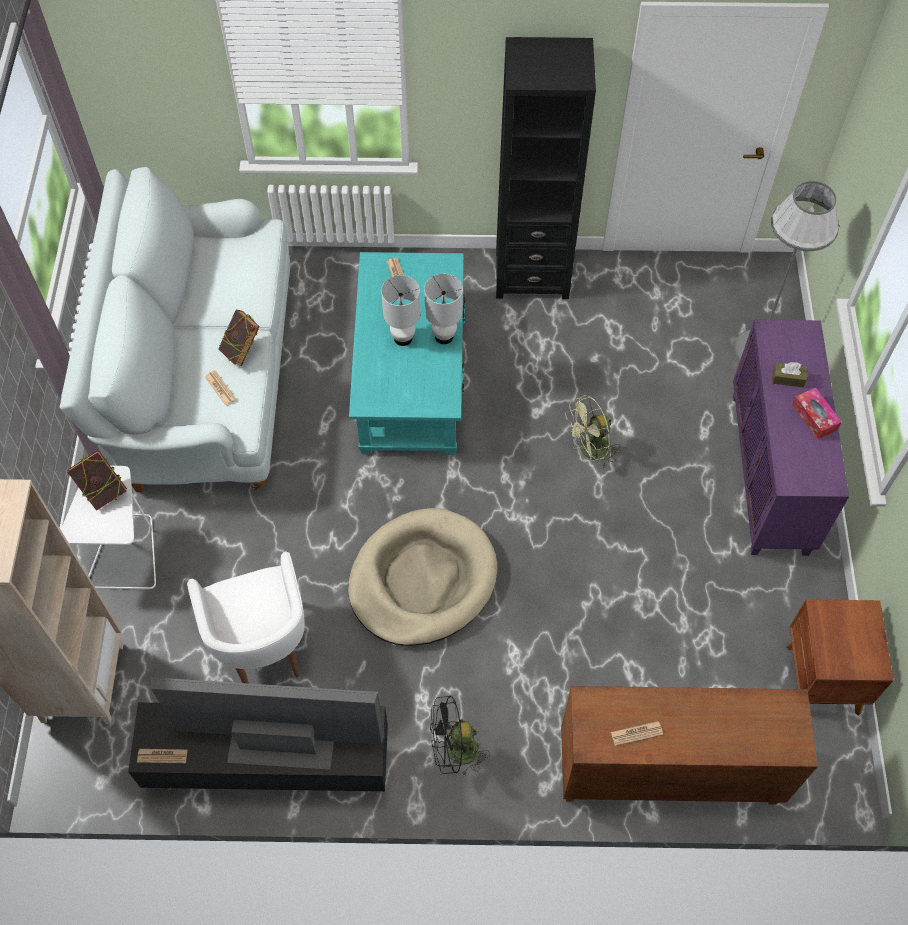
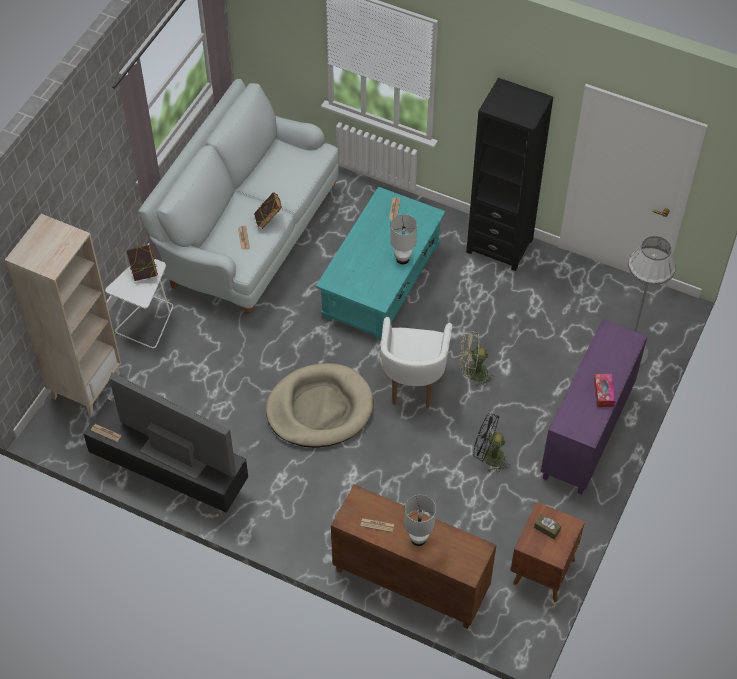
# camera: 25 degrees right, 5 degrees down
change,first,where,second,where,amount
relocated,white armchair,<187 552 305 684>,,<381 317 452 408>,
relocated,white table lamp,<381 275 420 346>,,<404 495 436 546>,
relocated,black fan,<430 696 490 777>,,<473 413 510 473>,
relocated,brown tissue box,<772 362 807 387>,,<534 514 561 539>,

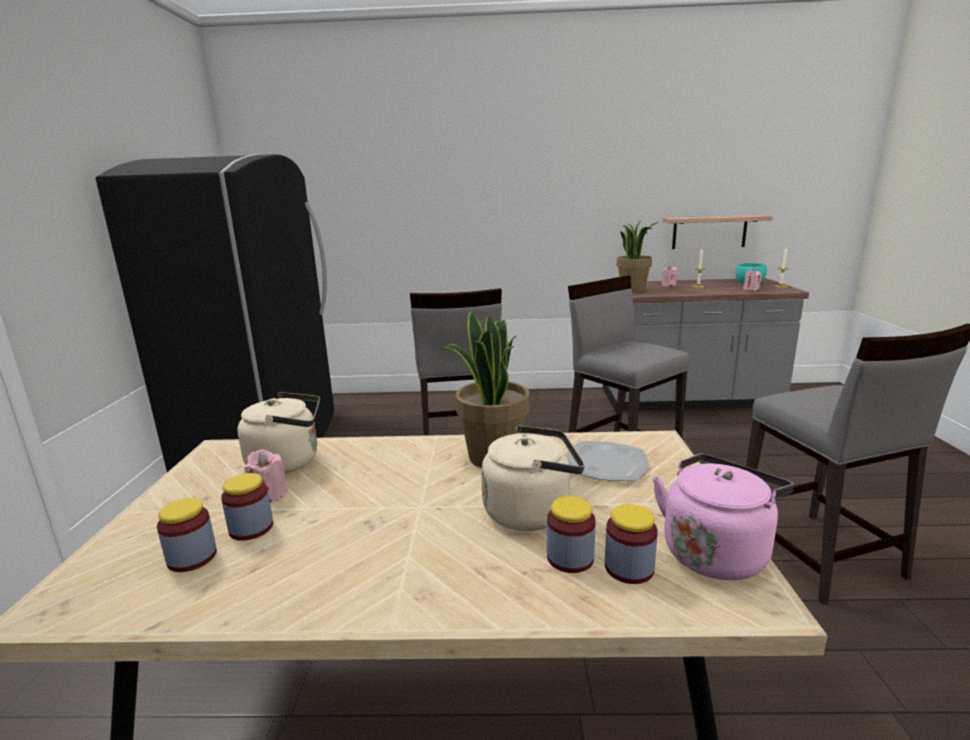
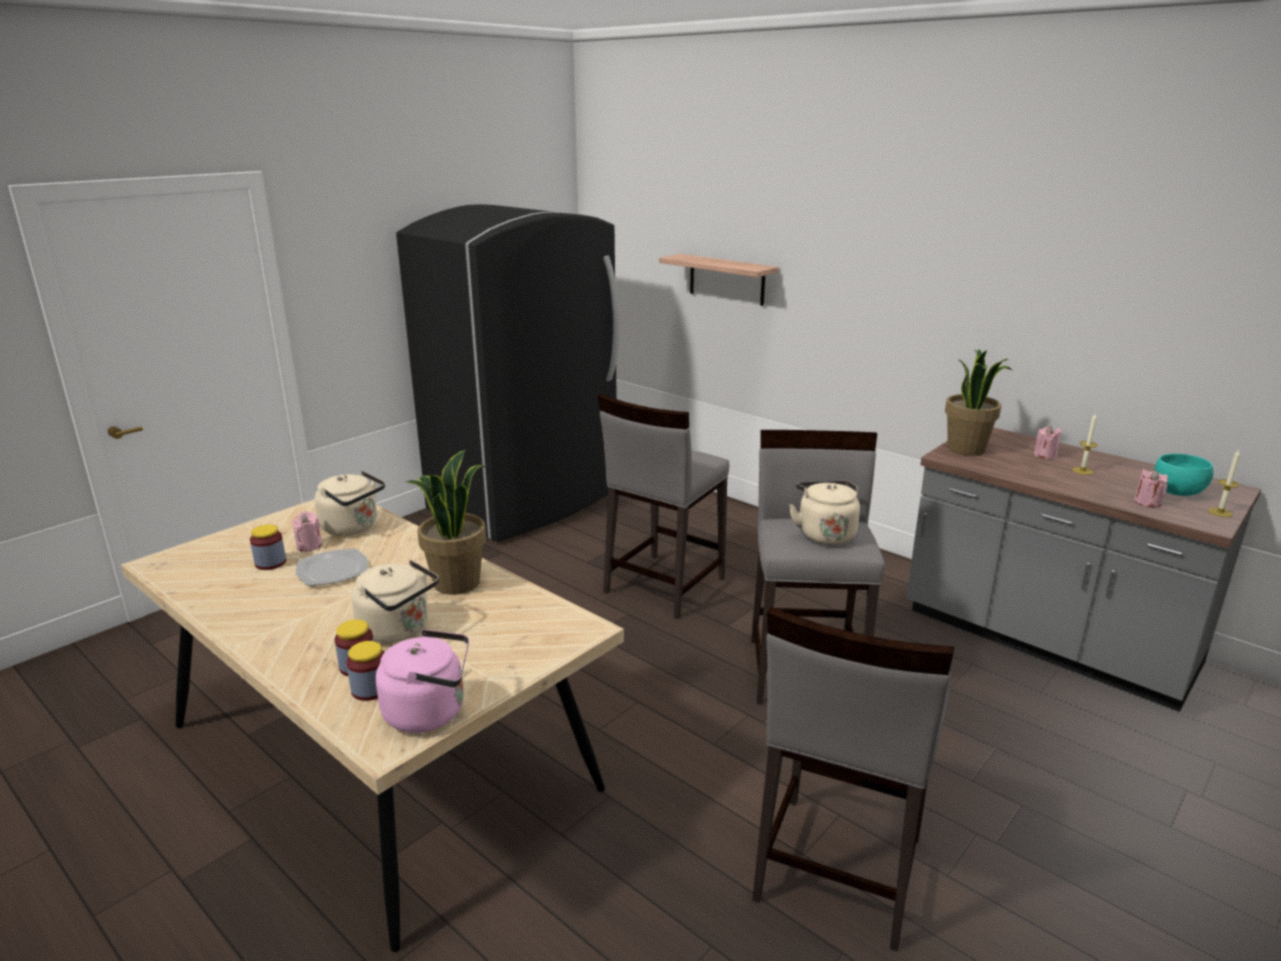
# camera: 40 degrees right, 5 degrees up
change,first,where,second,where,amount
missing,jar,<157 498 217 572>,,,
appeared,,,beige kettle,<789 481 860 545>,
relocated,plate,<565 441 648 481>,,<296 548 368 586>,
relocated,shelf,<663 215 773 249>,,<659 254 779 306>,

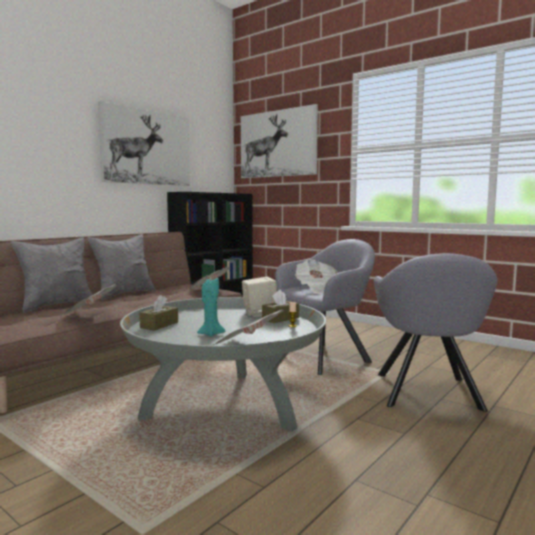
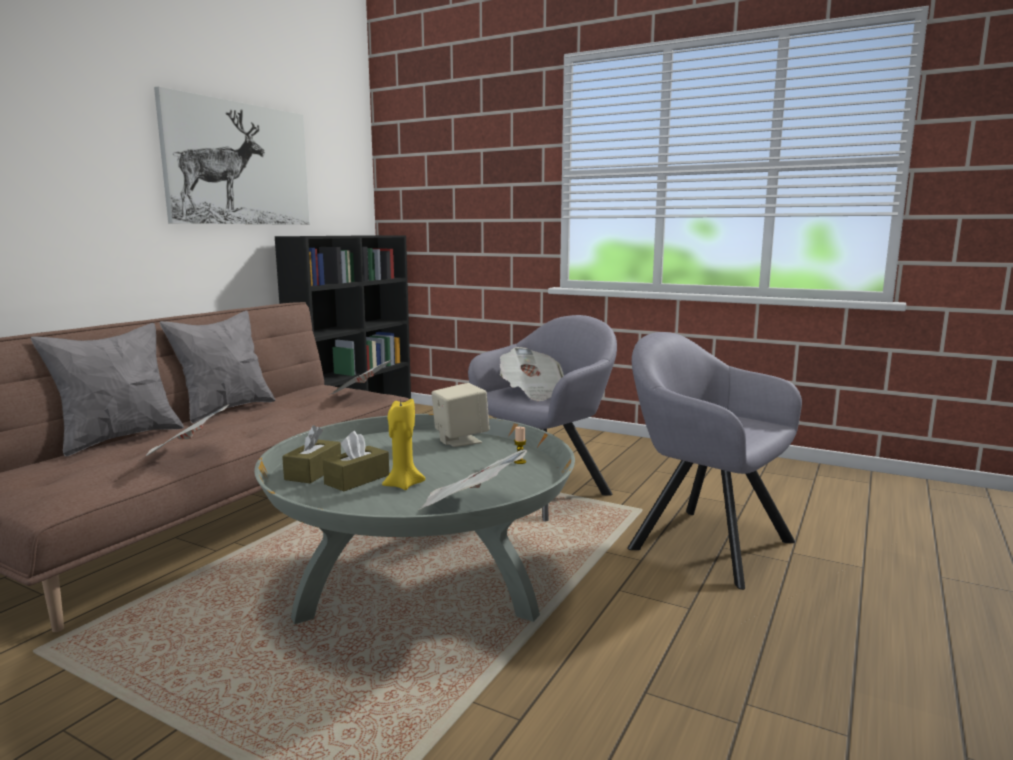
# camera: 10 degrees left, 5 degrees up
change,first,where,second,where,amount
missing,picture,<241 104 318 178>,,,
relocated,brown tissue box,<262 290 299 323>,,<323 431 389 491>,
colour,turquoise candle,<197 278 225 337>,yellow candle,<382 398 425 490>,
spun,grey armchair,<374 253 498 412>,,<627 332 802 590>,135 degrees clockwise

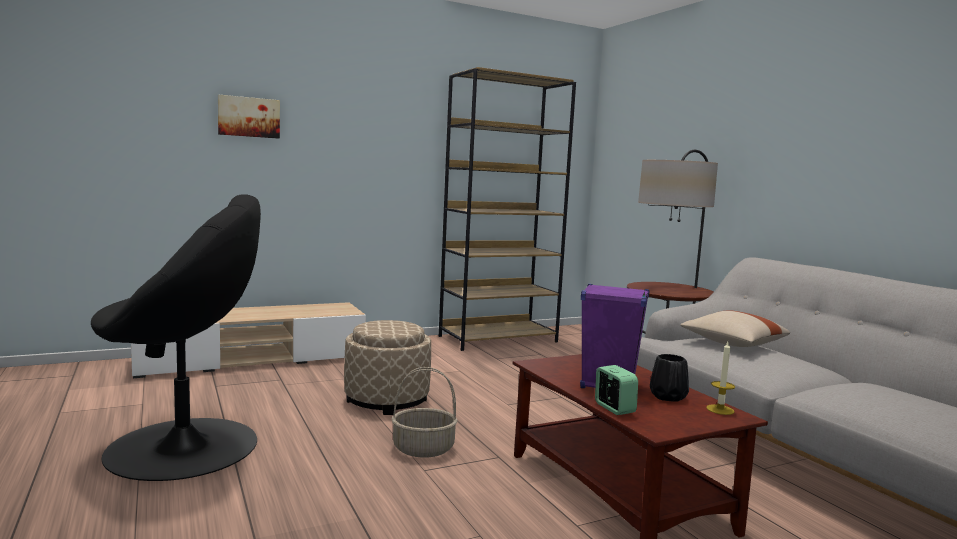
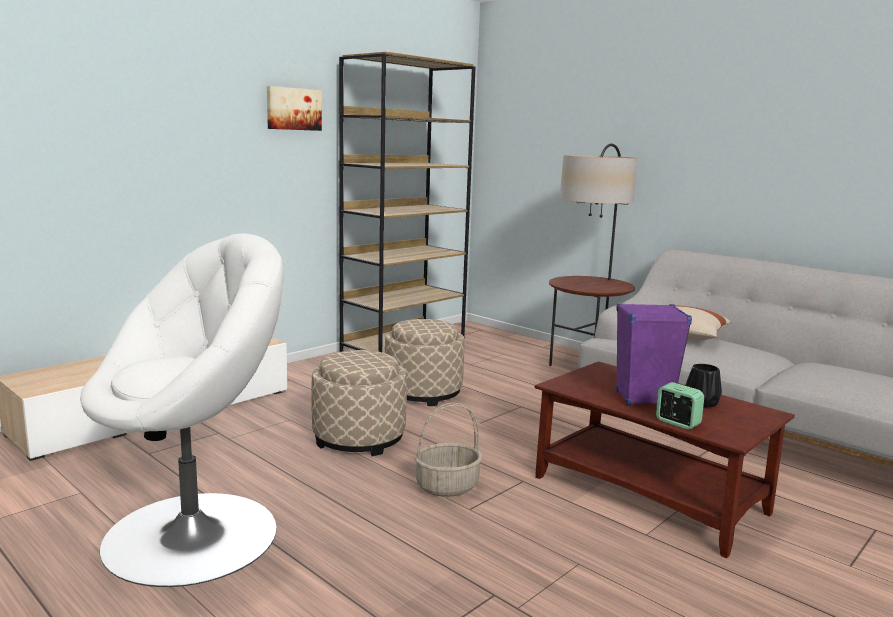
# camera: 20 degrees left, 5 degrees up
change,first,where,second,where,amount
missing,candle,<706 342 735 415>,,,
appeared,,,beige ottoman,<385 319 464 406>,
relocated,picture,<218 94 280 139>,,<267 86 322 131>,
colour,black armchair,<91 194 261 481>,white armchair,<80 234 283 587>,

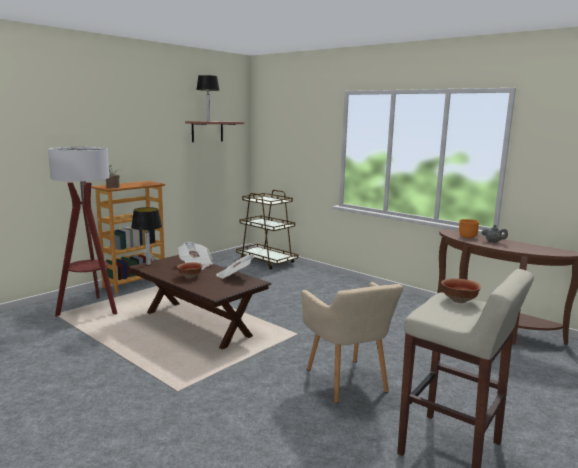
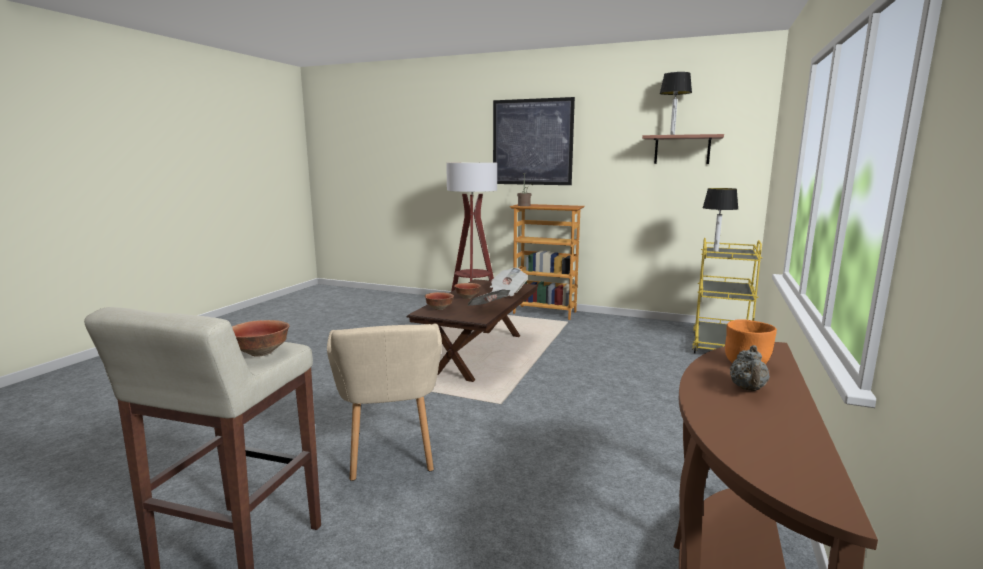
# camera: 70 degrees right, 0 degrees up
change,first,where,second,where,amount
appeared,,,bowl,<425 292 454 310>,
appeared,,,picture,<493 97 575 185>,
relocated,table lamp,<131 207 162 265>,,<703 188 738 252>,
colour,brown cart,<236 190 298 270>,yellow cart,<692 238 763 353>,
spun,beige armchair,<301 282 403 403>,,<327 324 442 481>,60 degrees counterclockwise

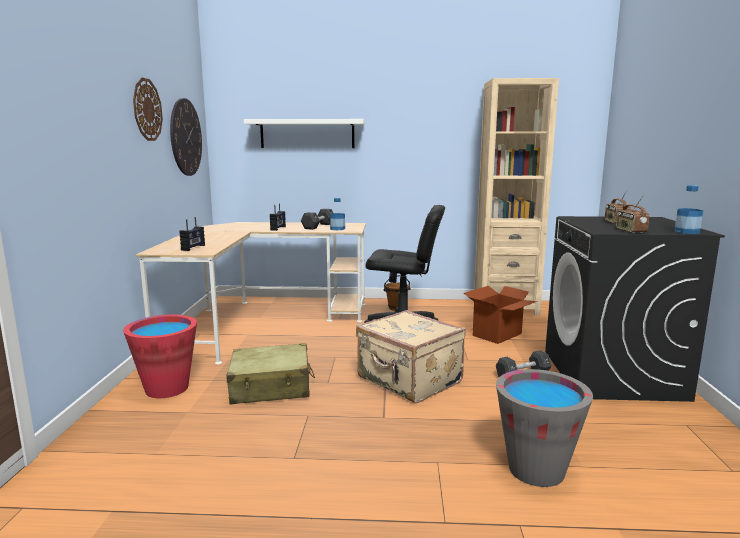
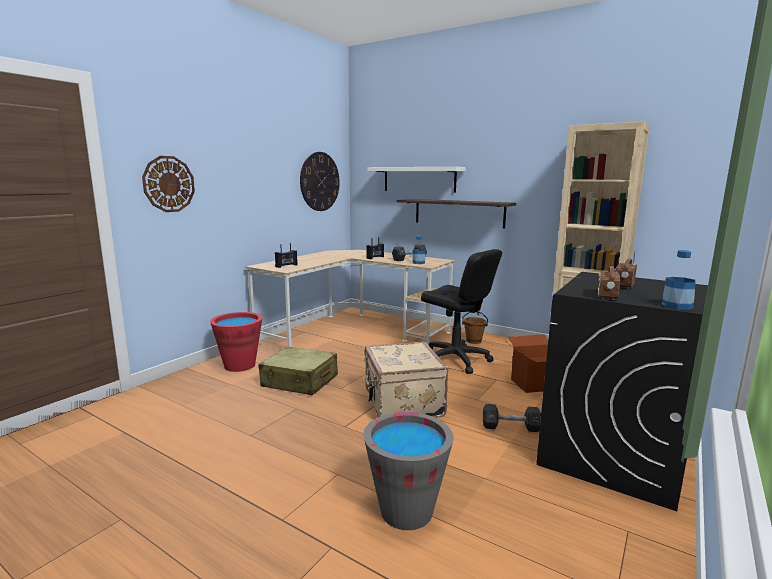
# camera: 30 degrees right, 0 degrees up
change,first,where,second,where,amount
appeared,,,shelf,<397 199 516 228>,
relocated,wall clock,<133 78 163 141>,,<142 156 195 212>,

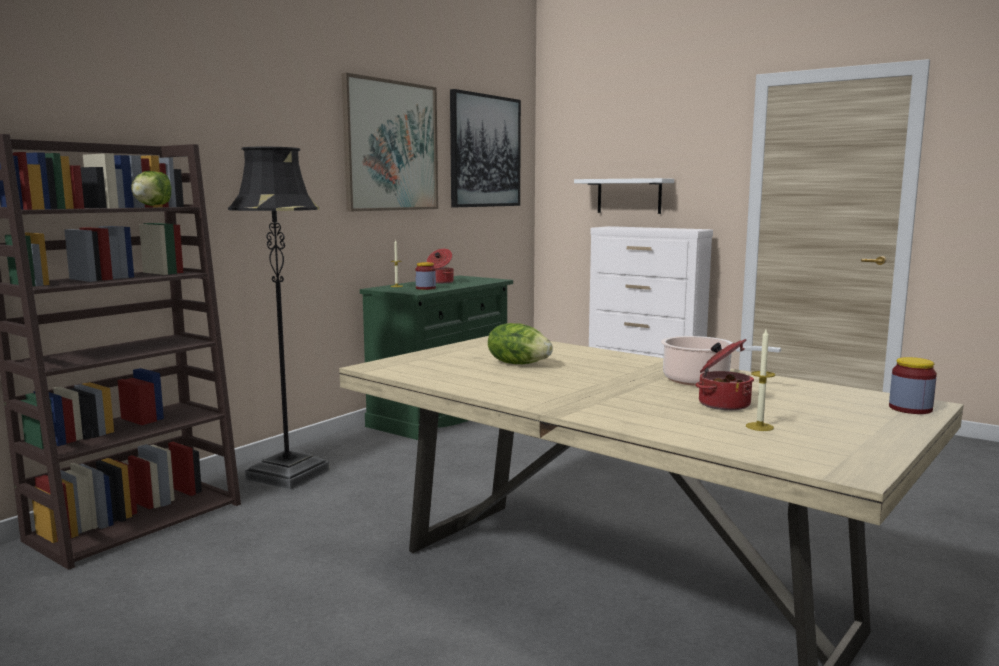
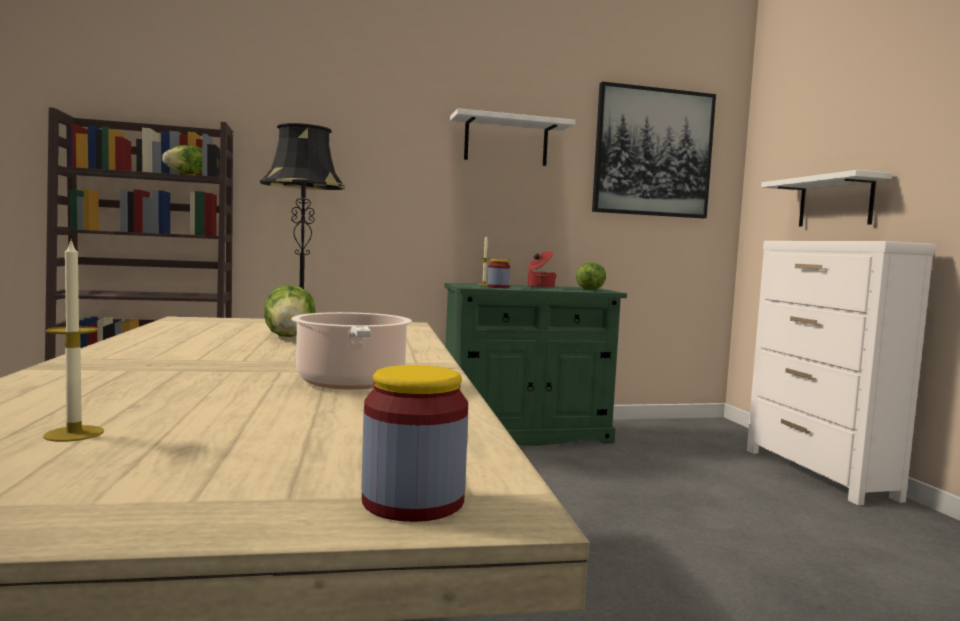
# camera: 40 degrees right, 5 degrees down
change,first,where,second,where,amount
missing,cooking pot,<696 339 754 410>,,,
appeared,,,lettuce,<576 262 606 290>,
exchanged,picture,<342 73 438 211>,white shelf,<450 108 575 166>,

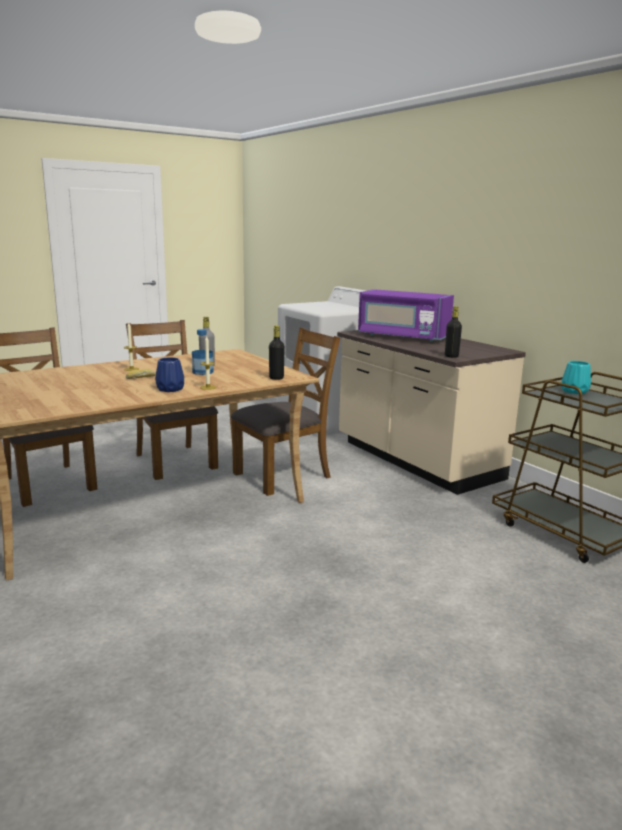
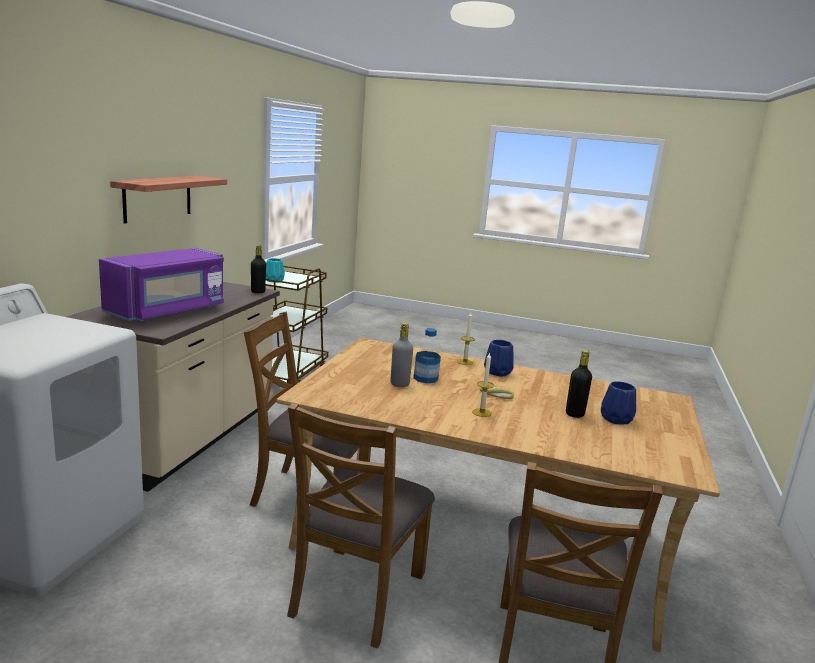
# camera: 130 degrees left, 0 degrees up
change,first,where,second,where,amount
appeared,,,shelf,<110 176 227 224>,
appeared,,,blue vase,<601 381 636 424>,
relocated,black bottle,<269 325 285 380>,,<566 350 592 418>,
spun,purple microwave,<358 289 454 342>,,<99 248 224 321>,45 degrees clockwise

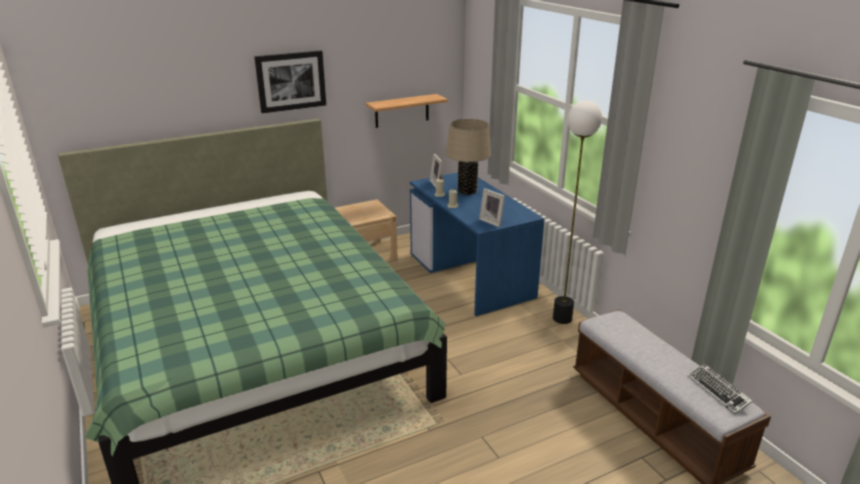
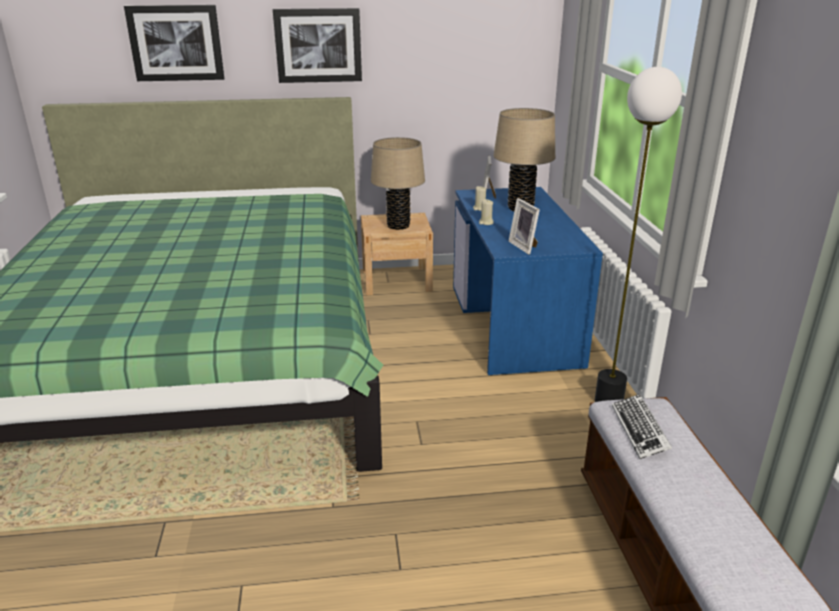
# camera: 20 degrees right, 0 degrees up
change,first,where,second,where,amount
missing,shelf,<366 94 448 128>,,,
appeared,,,picture,<124 5 224 81>,
appeared,,,beige table lamp,<371 137 425 230>,
relocated,keyboard,<688 363 753 414>,,<612 394 672 459>,

